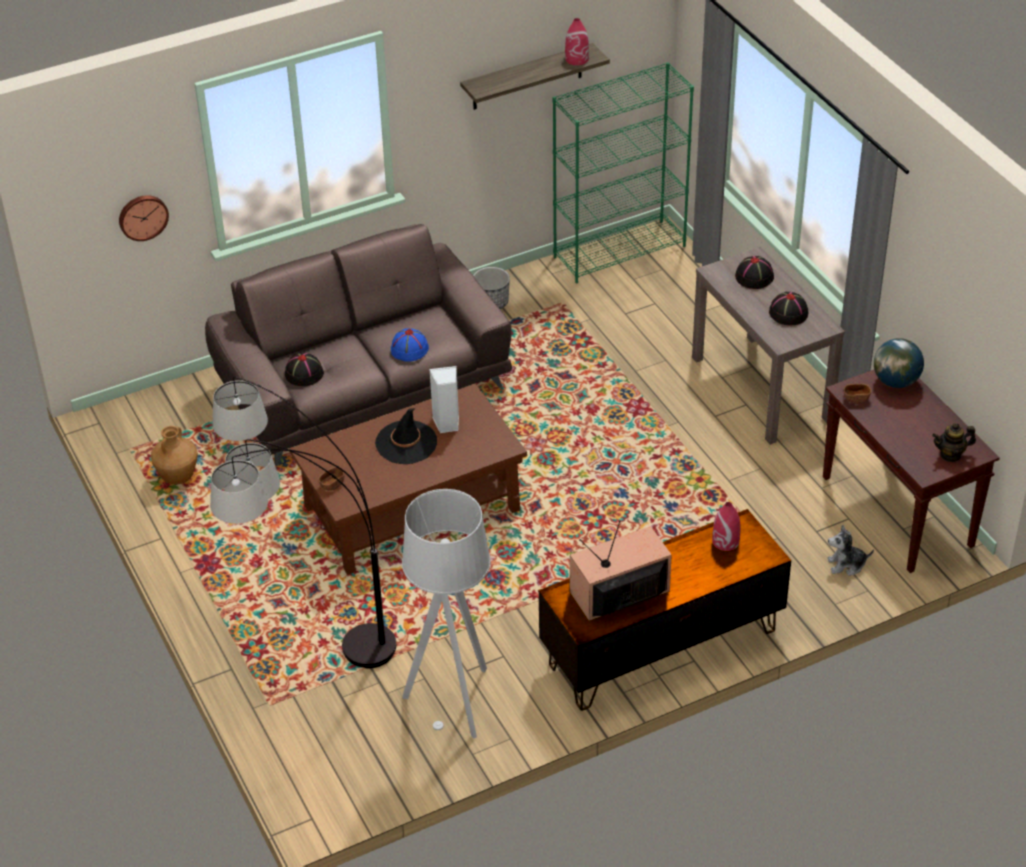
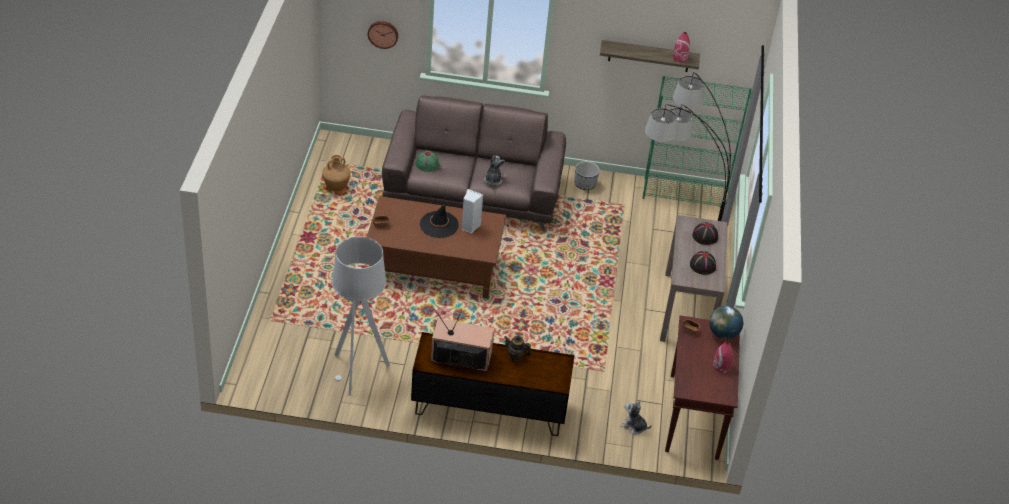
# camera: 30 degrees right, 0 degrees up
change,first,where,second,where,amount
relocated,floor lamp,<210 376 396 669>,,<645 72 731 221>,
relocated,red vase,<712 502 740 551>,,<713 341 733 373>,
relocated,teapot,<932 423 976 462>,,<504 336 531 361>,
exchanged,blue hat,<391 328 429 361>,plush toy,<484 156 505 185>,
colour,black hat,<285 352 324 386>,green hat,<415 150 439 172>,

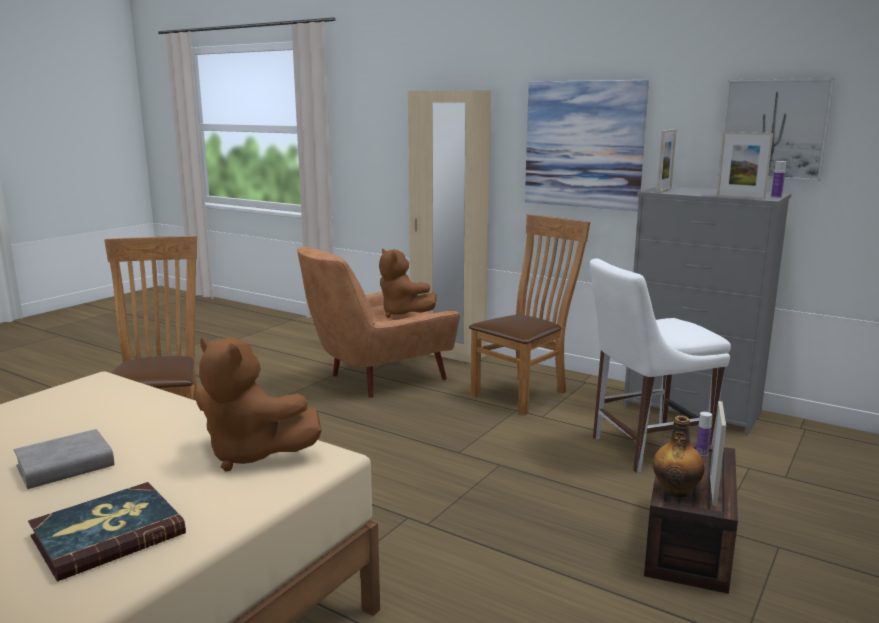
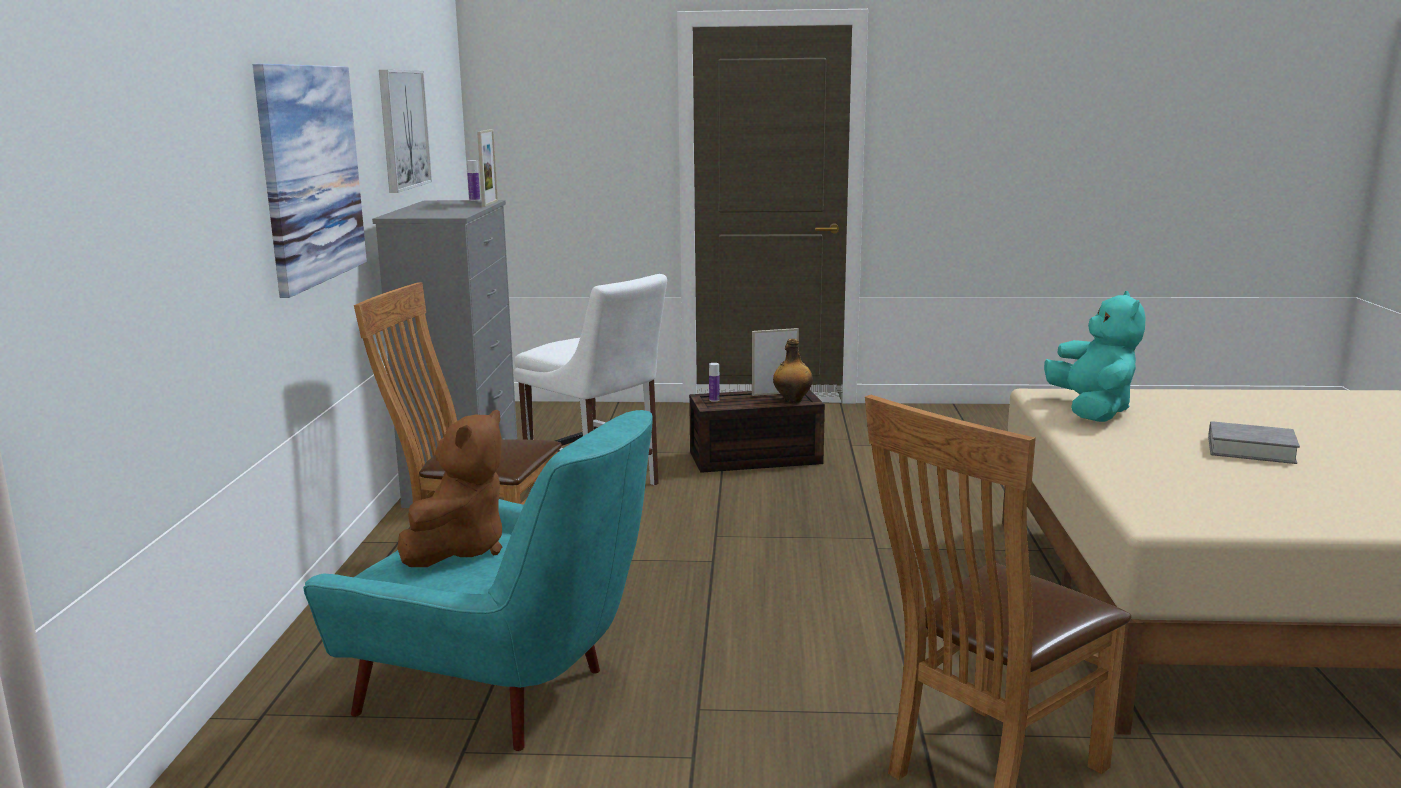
# camera: 120 degrees left, 0 degrees up
change,first,where,second,where,amount
missing,book,<28 482 186 582>,,,
missing,beige wardrobe,<408 90 491 363>,,,
missing,picture frame,<657 129 677 193>,,,
colour,brown plush toy,<195 338 322 472>,turquoise plush toy,<1044 291 1146 422>,
colour,brown armchair,<297 247 460 398>,turquoise armchair,<303 410 653 751>,

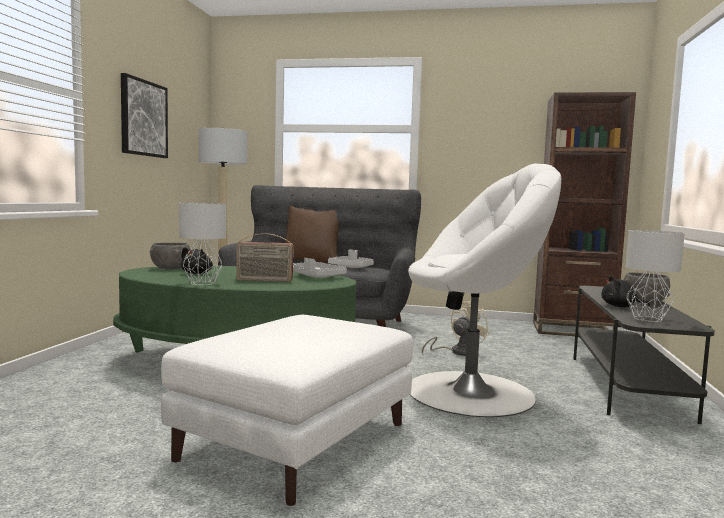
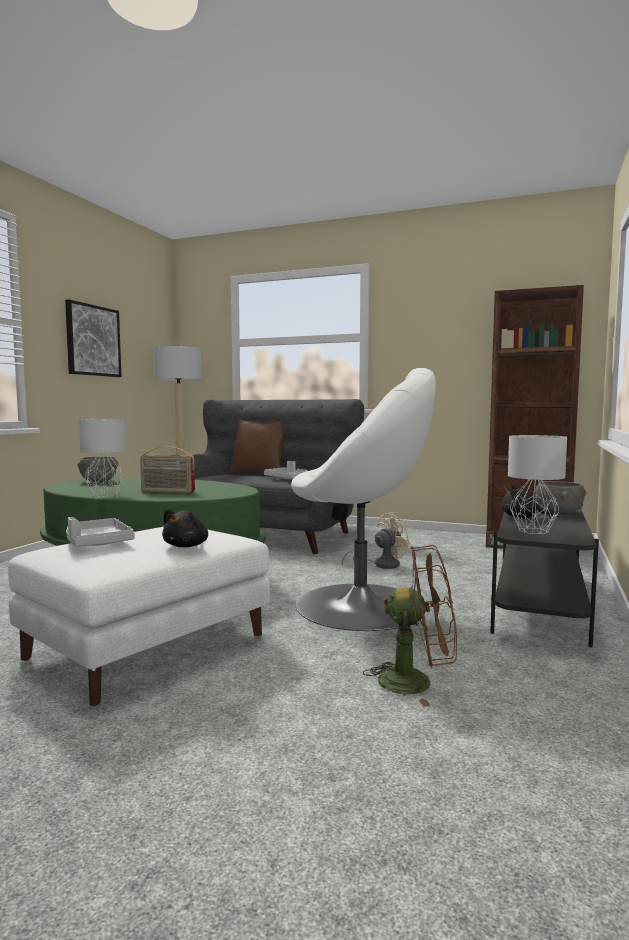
# camera: 10 degrees right, 0 degrees up
change,first,where,second,where,amount
appeared,,,brown fan,<363 545 457 707>,
relocated,black plush toy,<181 247 213 274>,,<162 509 208 547>,
relocated,grey tray,<293 258 347 278>,,<66 517 135 547>,

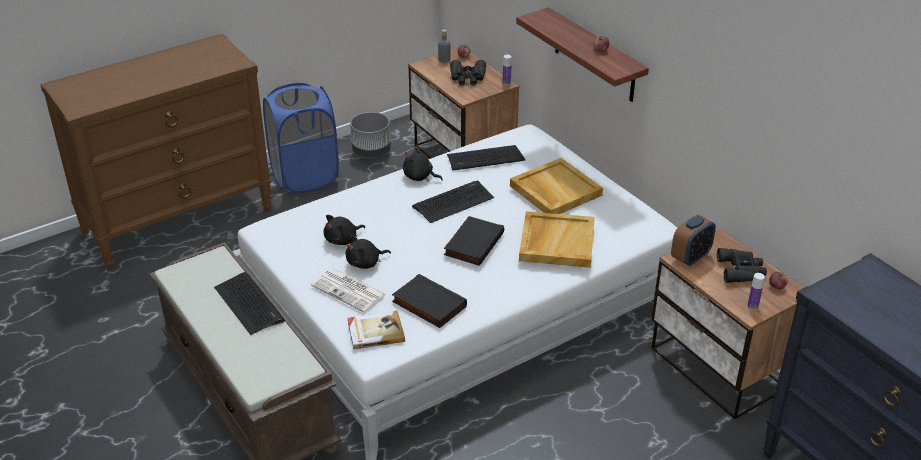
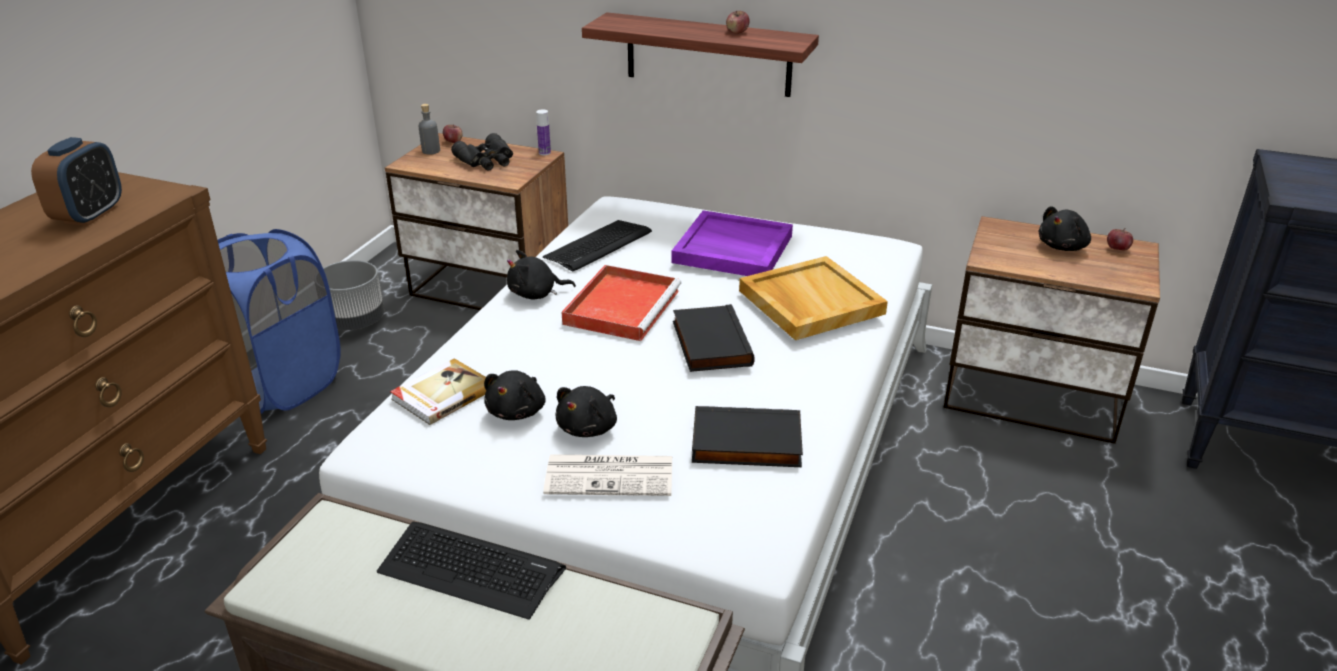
# camera: 35 degrees left, 5 degrees down
change,first,where,second,where,amount
missing,bottle,<747 273 765 310>,,,
relocated,book,<347 311 405 350>,,<390 358 486 425>,
relocated,alarm clock,<671 214 716 266>,,<31 137 122 226>,
exchanged,keyboard,<412 180 494 223>,red tray,<562 265 681 341>,
exchanged,black binoculars,<717 248 767 283>,black plush toy,<1039 206 1091 251>,
colour,beige tray,<510 158 603 214>,purple tray,<672 210 793 276>,

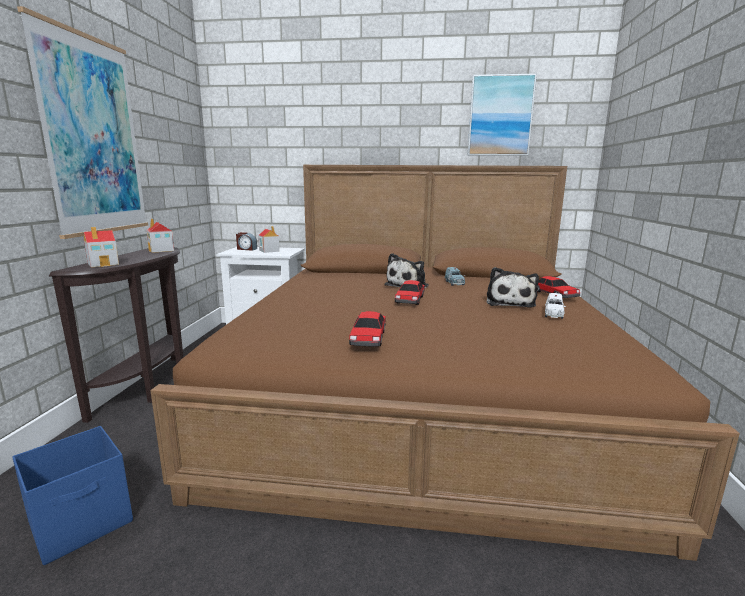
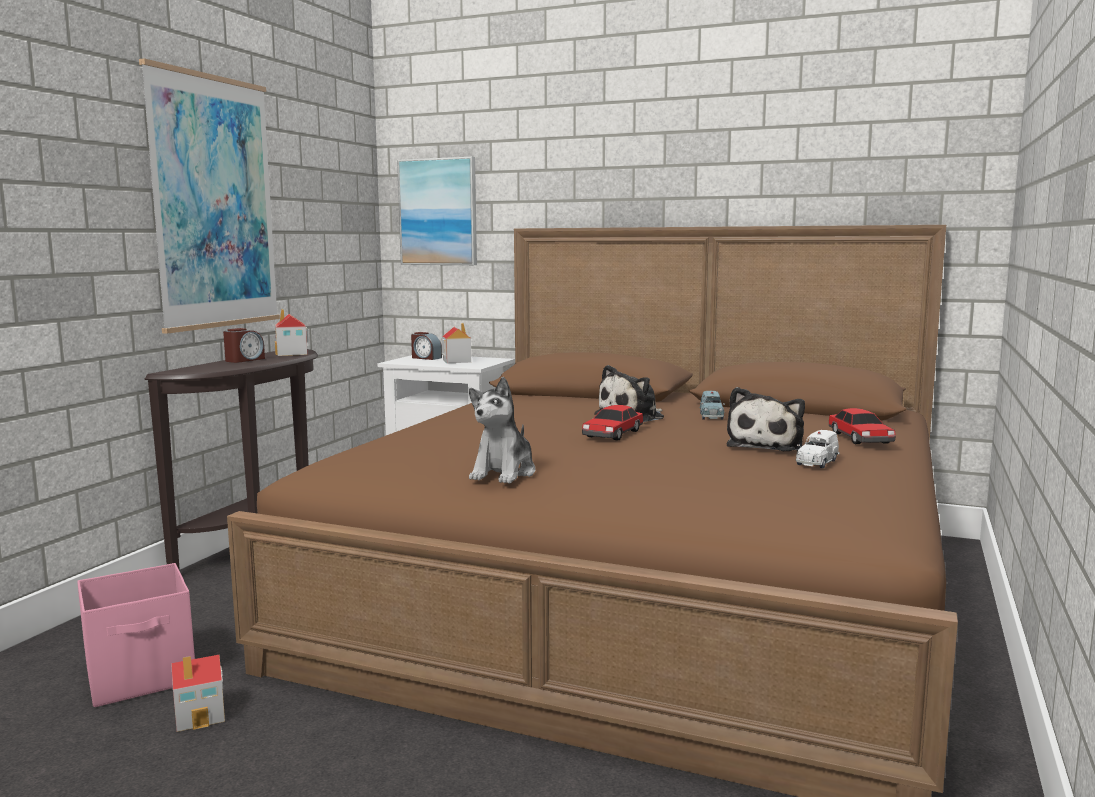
# camera: 15 degrees right, 5 degrees down
change,first,where,second,where,amount
appeared,,,alarm clock,<223 328 265 363>,
relocated,toy house,<84 227 119 267>,,<171 655 225 732>,
relocated,picture,<468 74 537 156>,,<397 157 477 265>,
exchanged,toy car,<349 311 386 347>,plush toy,<469 377 536 484>,
colour,blue storage box,<12 426 133 565>,pink storage box,<77 563 195 707>,

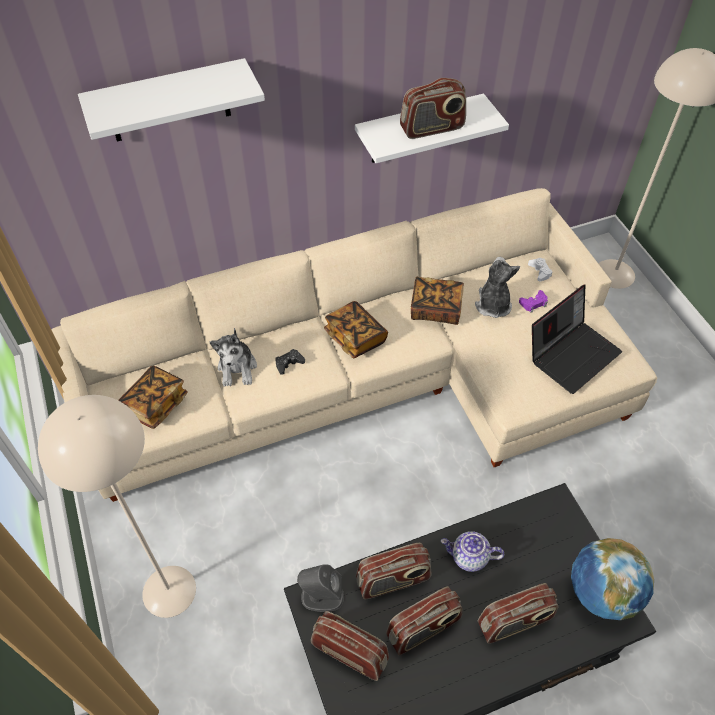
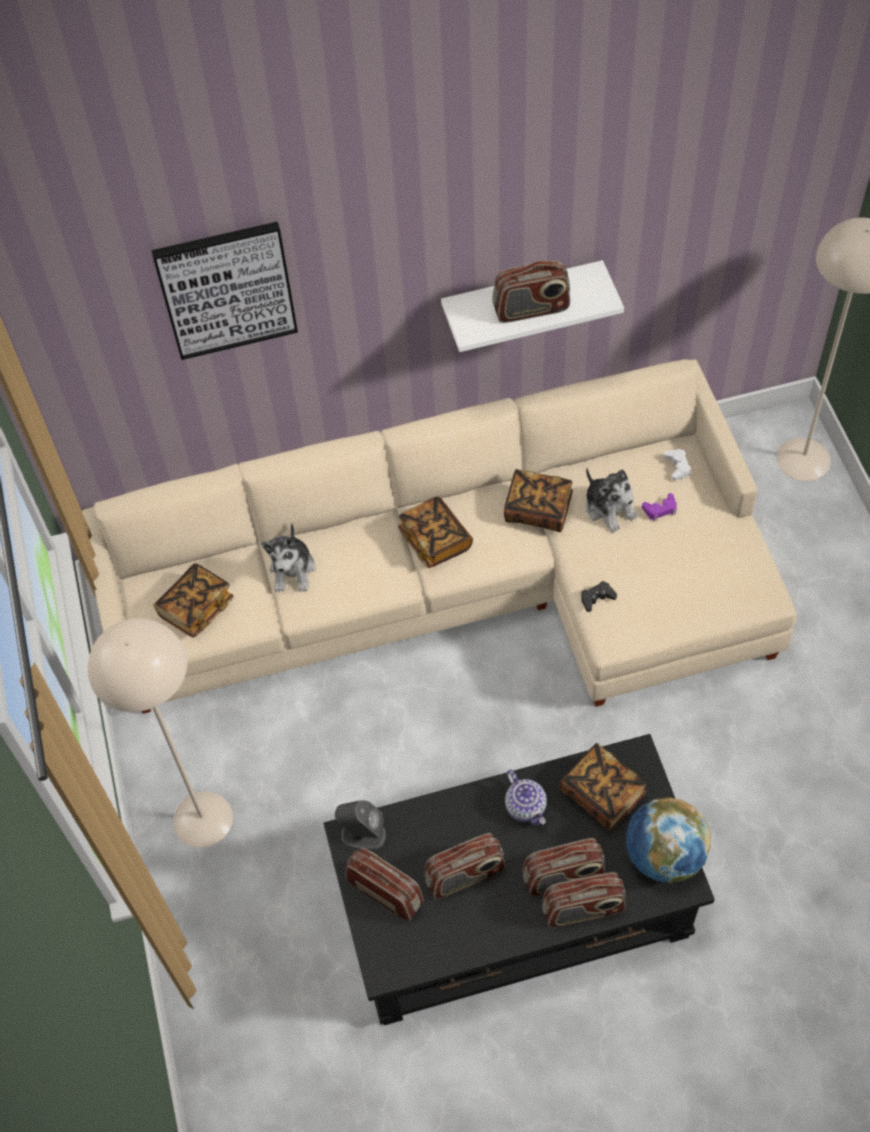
# camera: 10 degrees right, 5 degrees up
change,first,where,second,where,amount
missing,laptop,<532 285 622 394>,,,
appeared,,,book,<560 743 647 831>,
relocated,black game controller,<275 349 305 375>,,<581 581 617 612>,
relocated,radio,<356 543 432 599>,,<542 872 626 928>,
exchanged,white shelf,<78 58 265 141>,picture,<151 221 298 360>,
spun,teapot,<441 531 504 572>,,<505 770 547 825>,135 degrees counterclockwise
spun,plush toy,<475 257 520 318>,,<586 468 638 533>,135 degrees clockwise

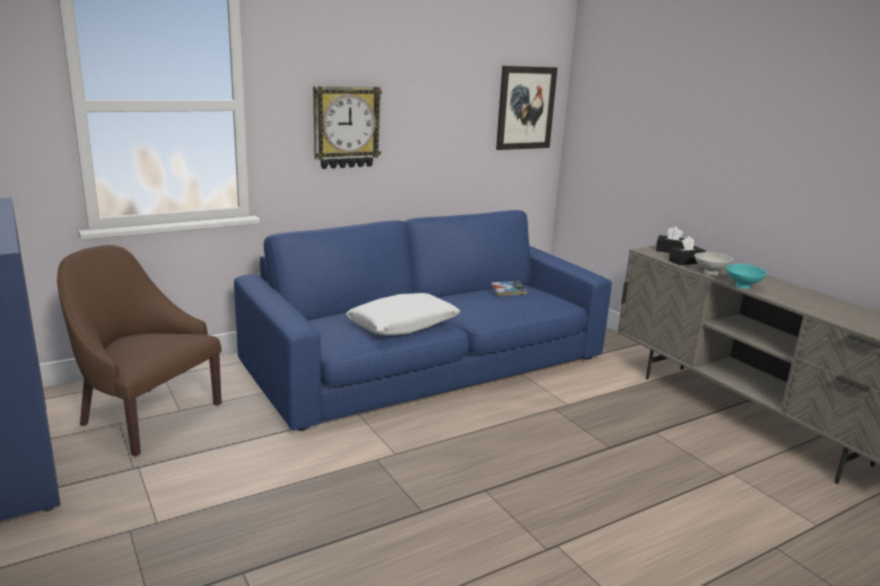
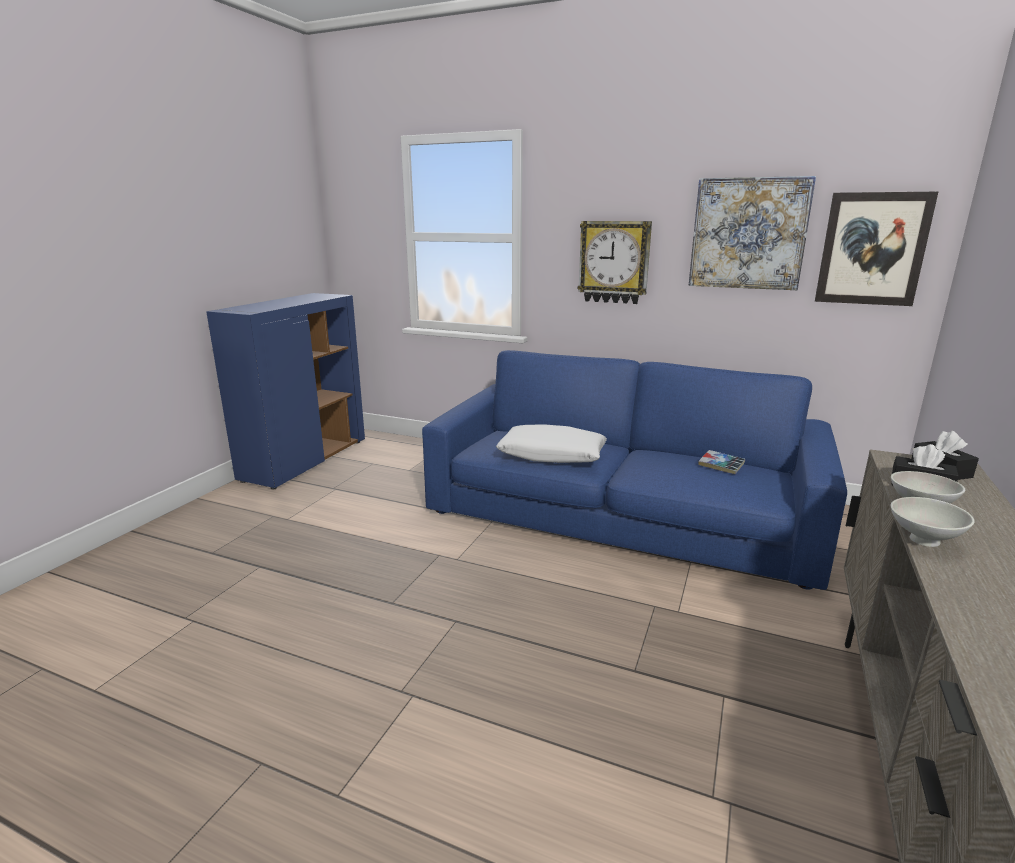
# camera: 55 degrees right, 0 degrees up
change,first,where,second,where,amount
missing,brown armchair,<57 245 222 457>,,,
appeared,,,picture,<689 176 816 290>,
colour,turquoise bowl,<726 264 767 289>,white bowl,<891 497 975 547>,

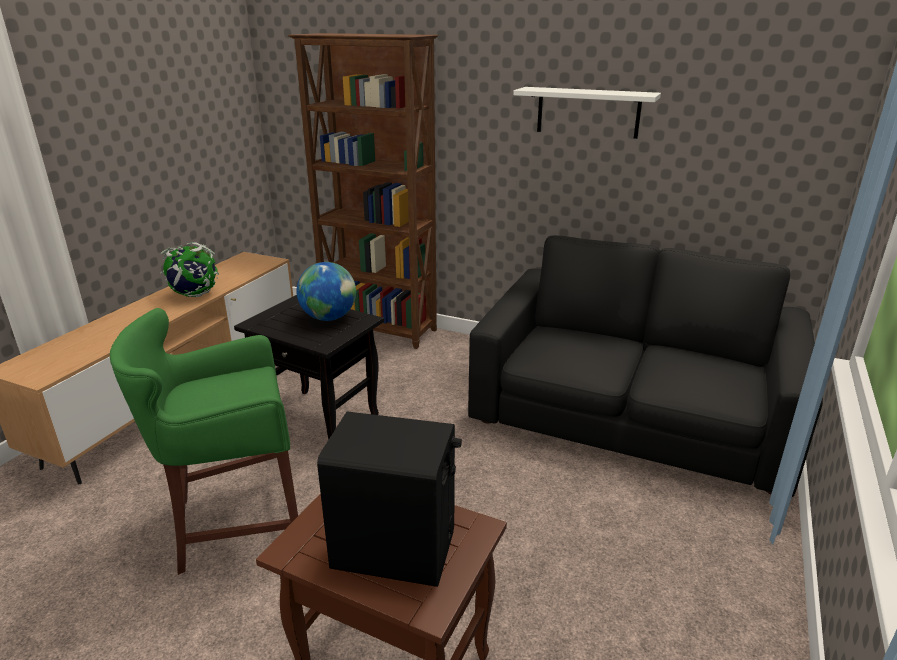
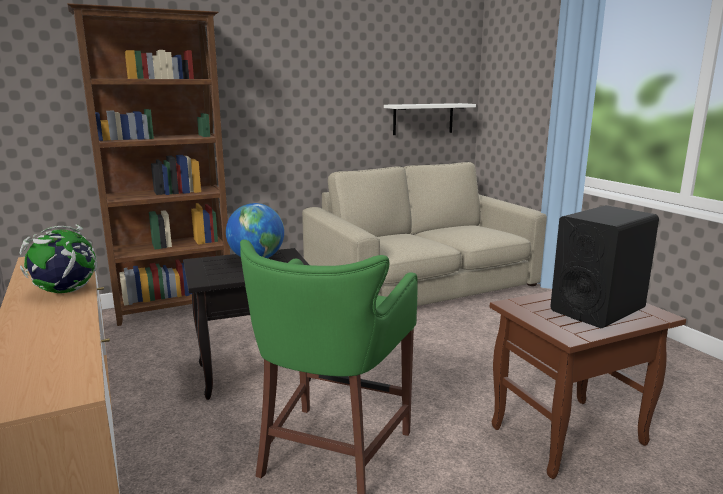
# camera: 50 degrees left, 10 degrees down
change,first,where,second,where,amount
relocated,white shelf,<513 87 661 139>,,<384 103 476 135>,
colour,black sofa,<468 235 823 497>,beige sofa,<302 162 547 306>,

